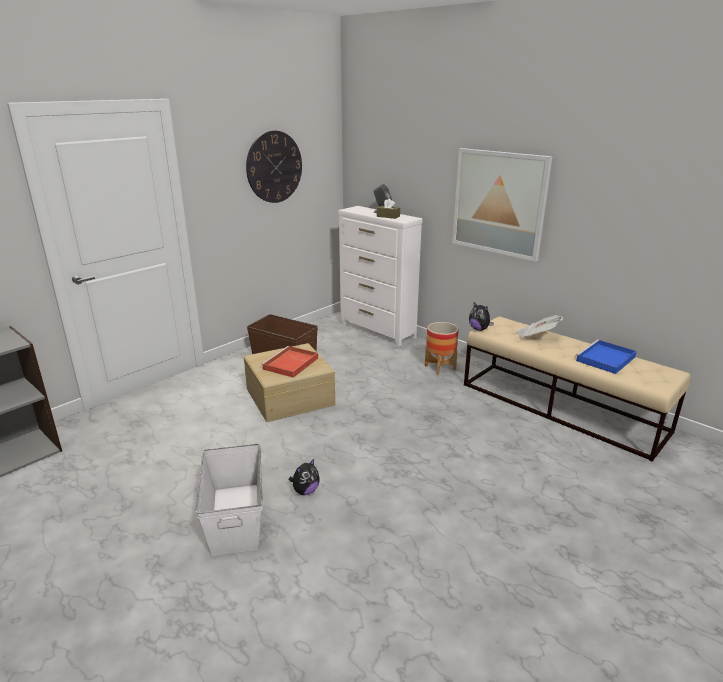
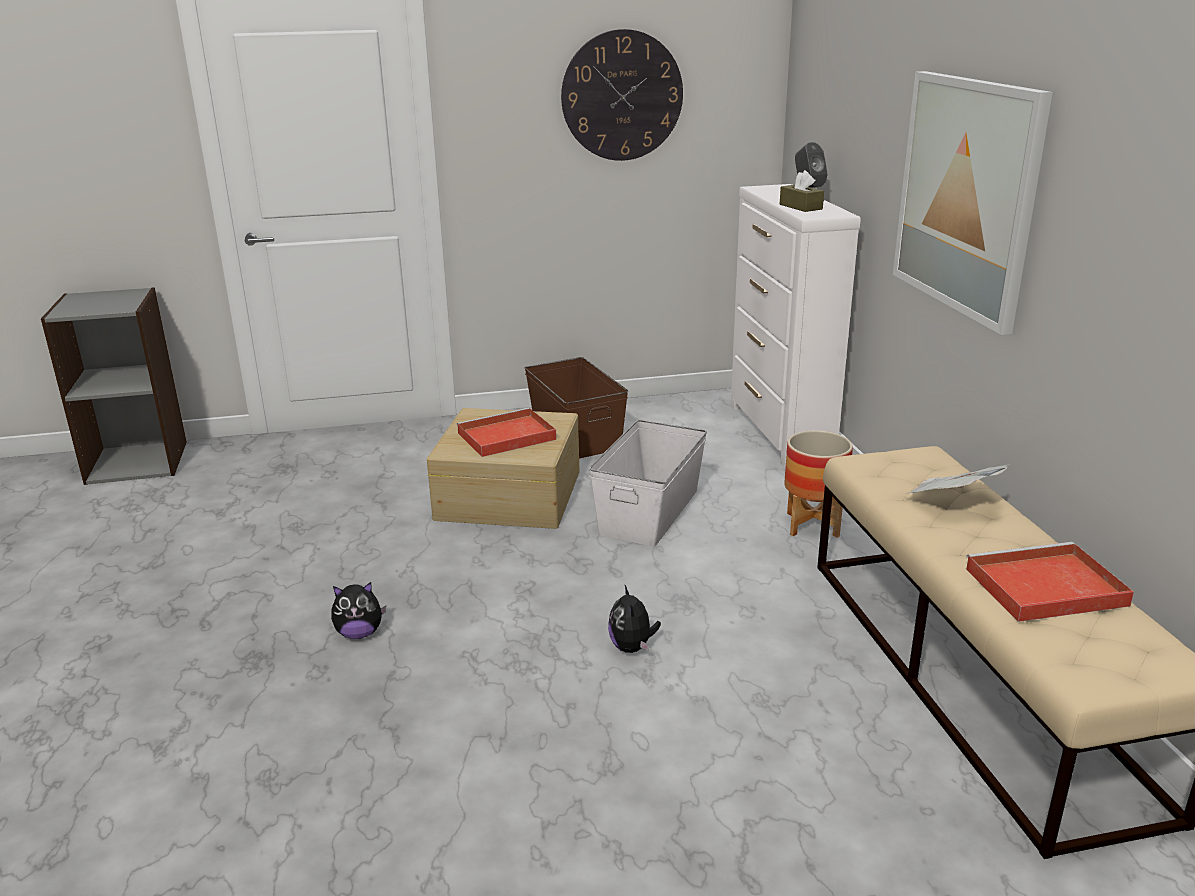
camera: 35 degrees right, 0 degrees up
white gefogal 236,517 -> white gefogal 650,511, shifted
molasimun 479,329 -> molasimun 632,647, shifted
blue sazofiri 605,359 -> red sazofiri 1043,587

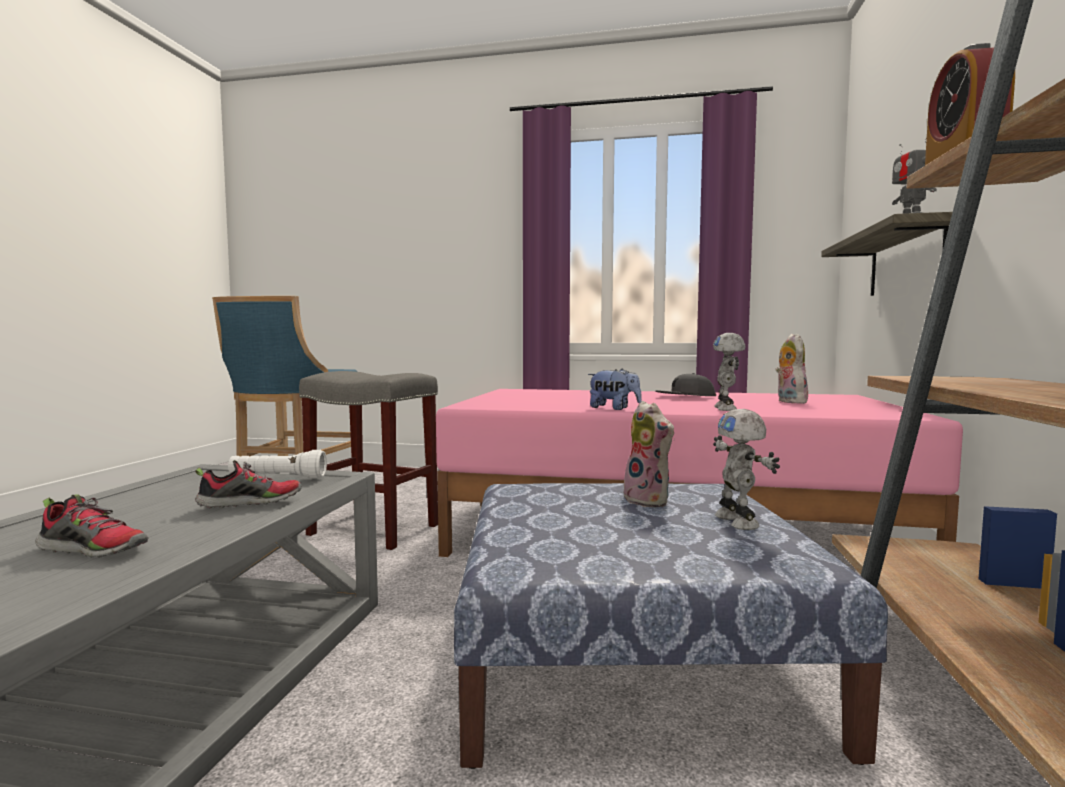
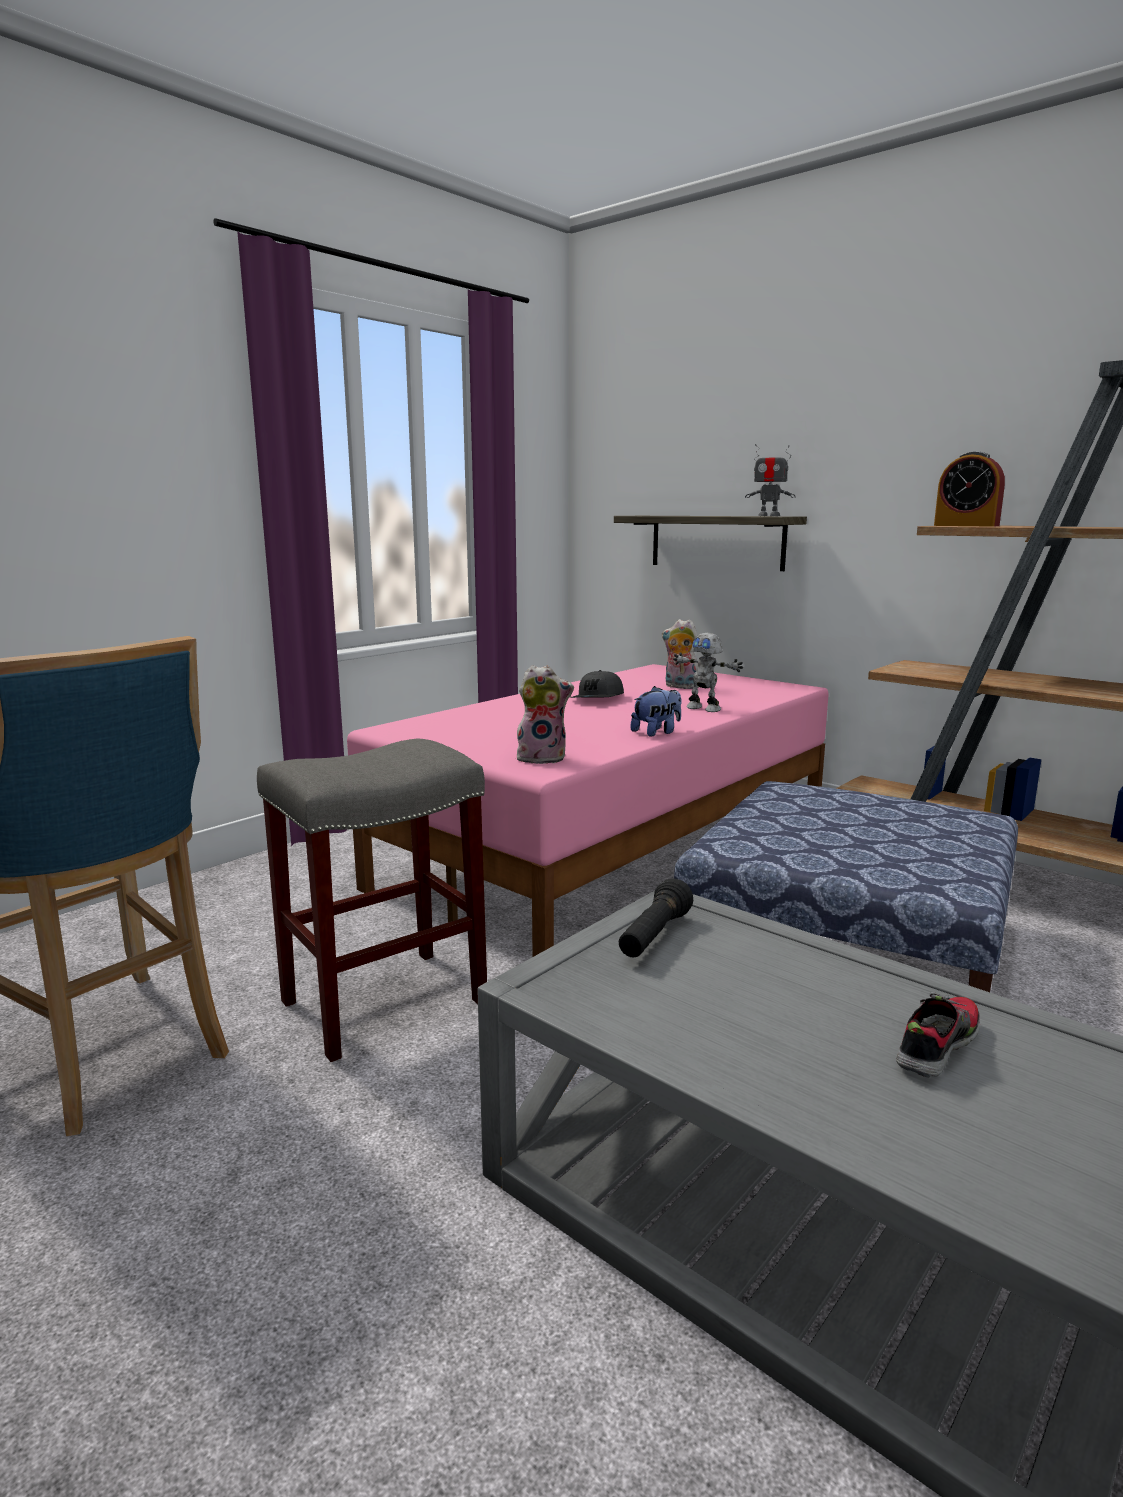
camera: 60 degrees left, 10 degrees up
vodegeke 251,502 -> none
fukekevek 738,521 -> none
molasimun 649,501 -> molasimun 542,758, shifted
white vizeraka 278,478 -> black vizeraka 654,936

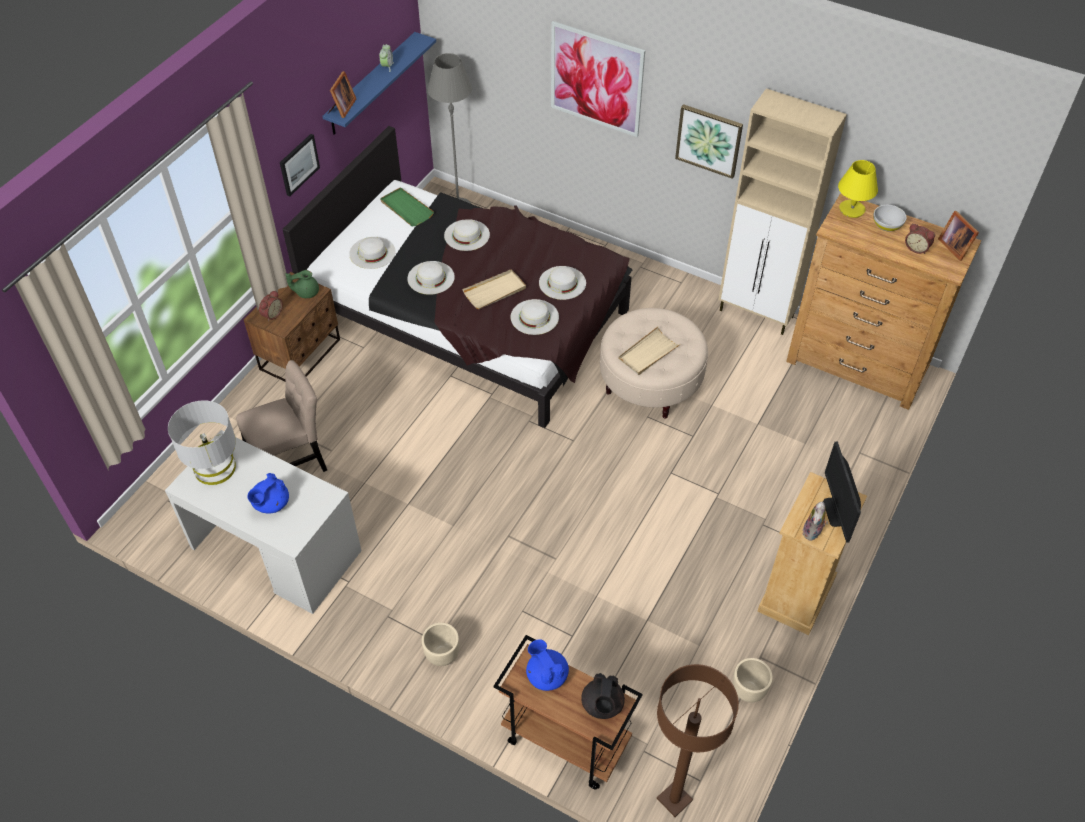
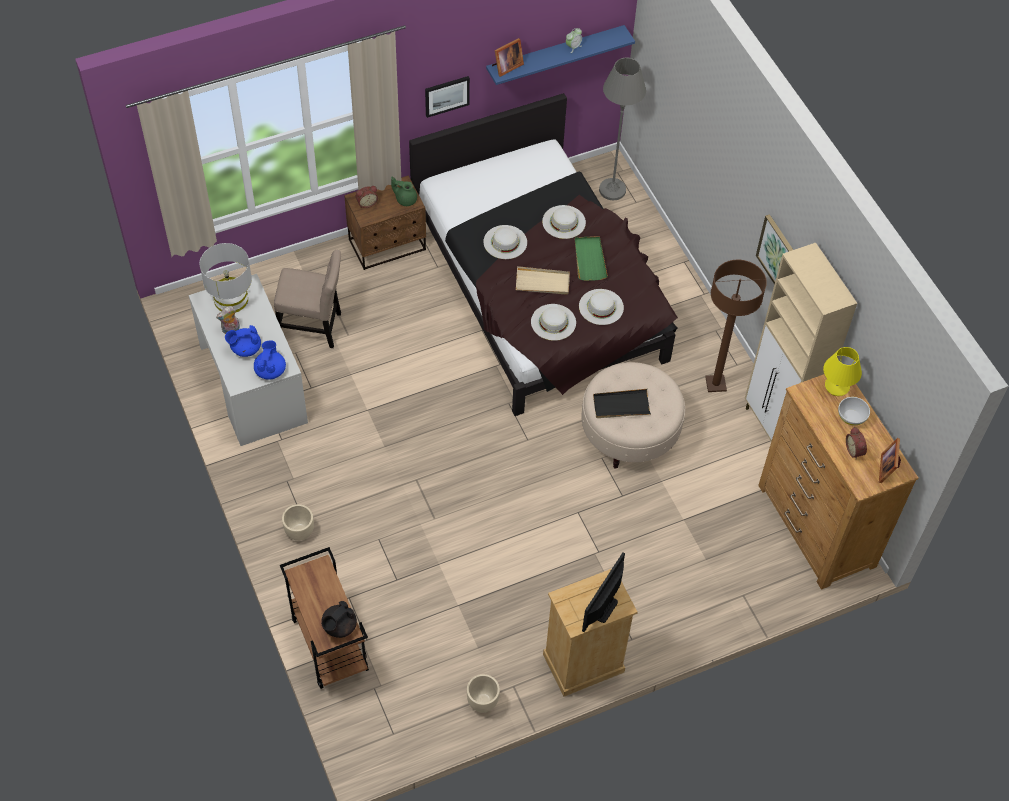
camera: 35 degrees right, 5 degrees up
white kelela 372,252 -> none
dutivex 596,79 -> none
green sazofiri 406,209 -> green sazofiri 589,259, shifted
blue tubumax 546,675 -> blue tubumax 270,370, shifted
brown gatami 674,799 -> brown gatami 715,384, shifted
molasimun 813,533 -> molasimun 230,330, shifted
beige sazofiri 648,353 -> black sazofiri 621,405

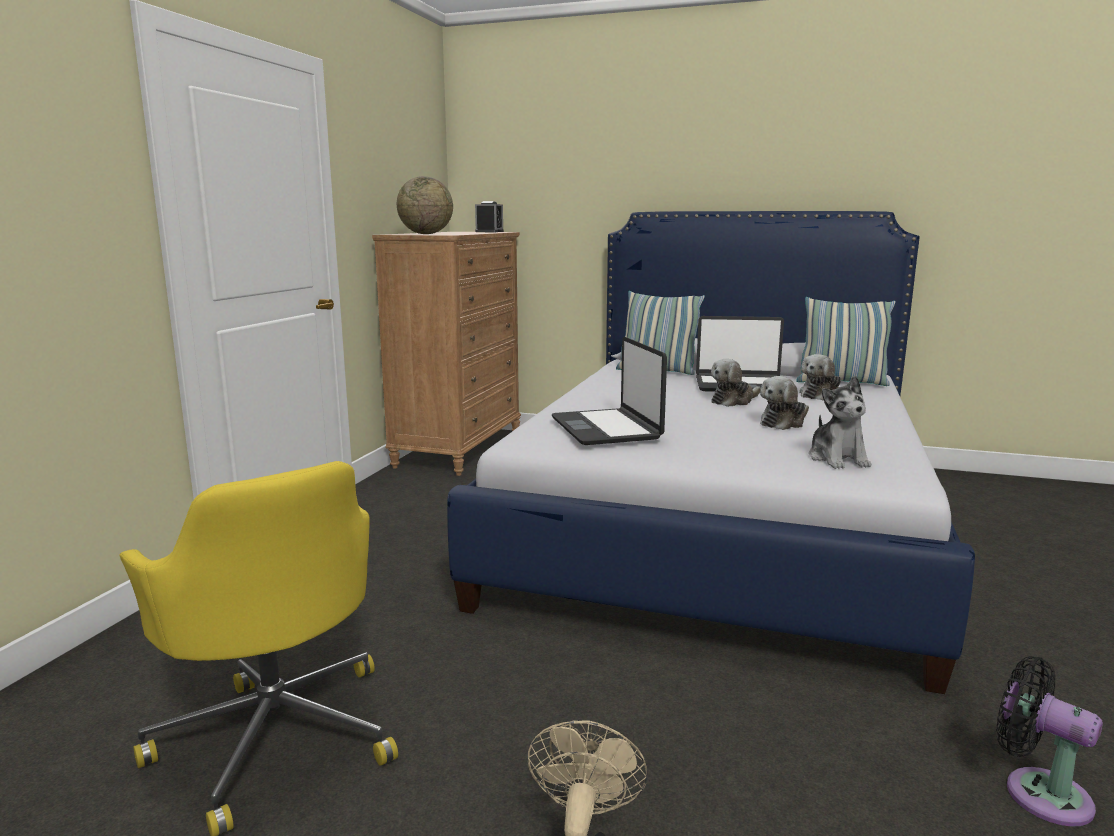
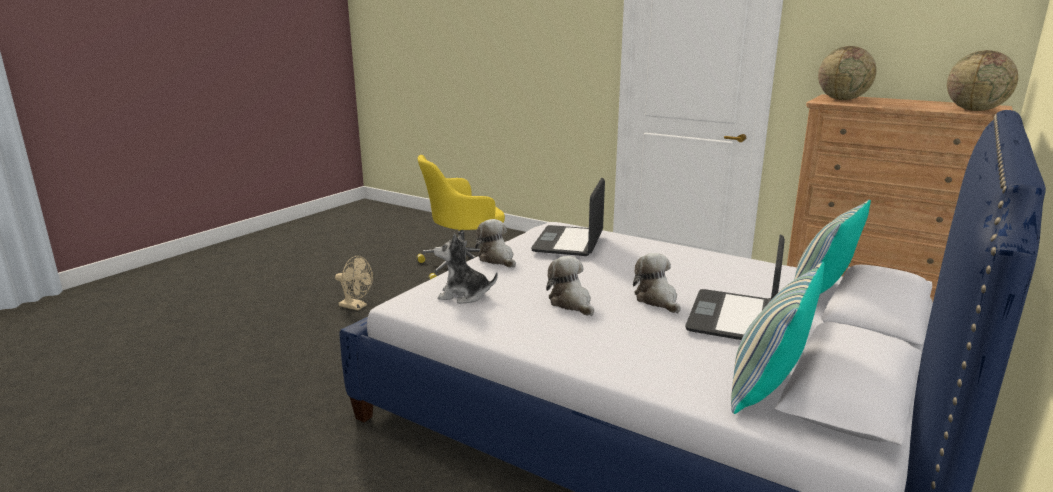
camera: 105 degrees right, 5 degrees up
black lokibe 1038,792 -> none
molasimun 820,394 -> molasimun 497,259, shifted
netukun 489,232 -> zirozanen 975,110
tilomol 607,428 -> tilomol 569,242, 75 degrees counterclockwise

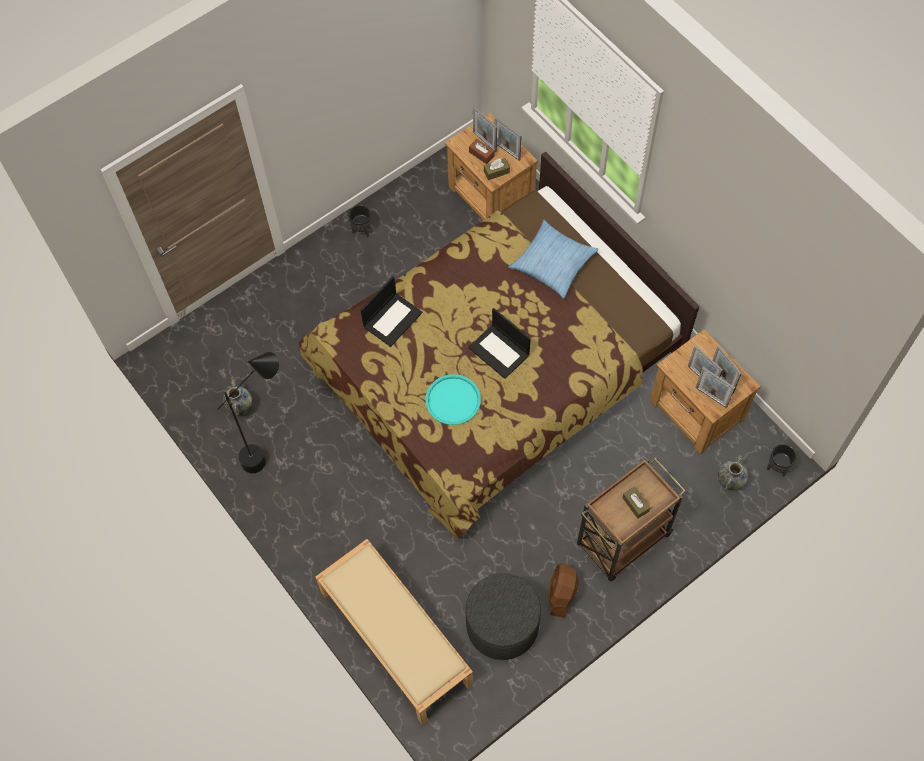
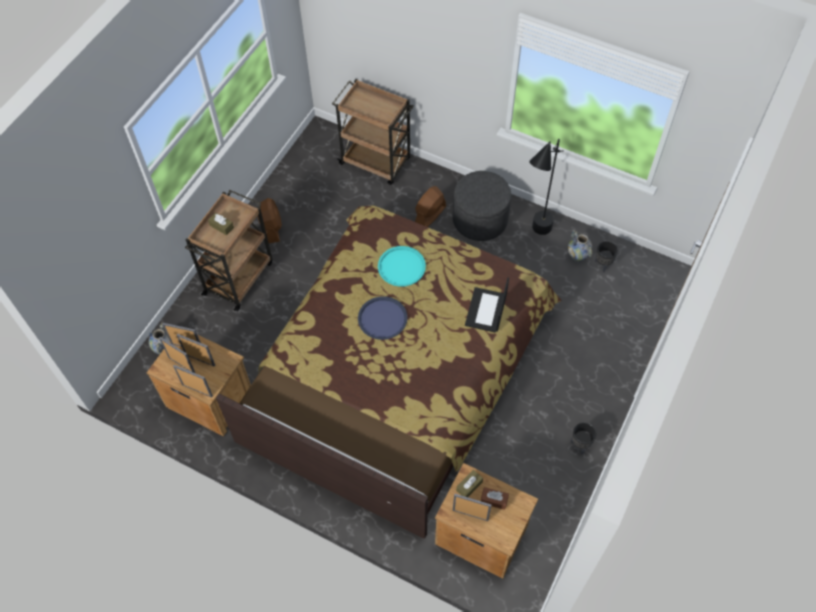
camera: 155 degrees right, 5 degrees down
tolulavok 552,263 -> none
none -> brown lokibe 430,215
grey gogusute 502,625 -> grey gogusute 480,219, shifted
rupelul 484,142 -> rupelul 197,390, shifted
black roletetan 777,468 -> black roletetan 602,264, shifted
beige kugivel 394,637 -> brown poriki 376,162
tilomol 500,351 -> blue sazofiri 382,318

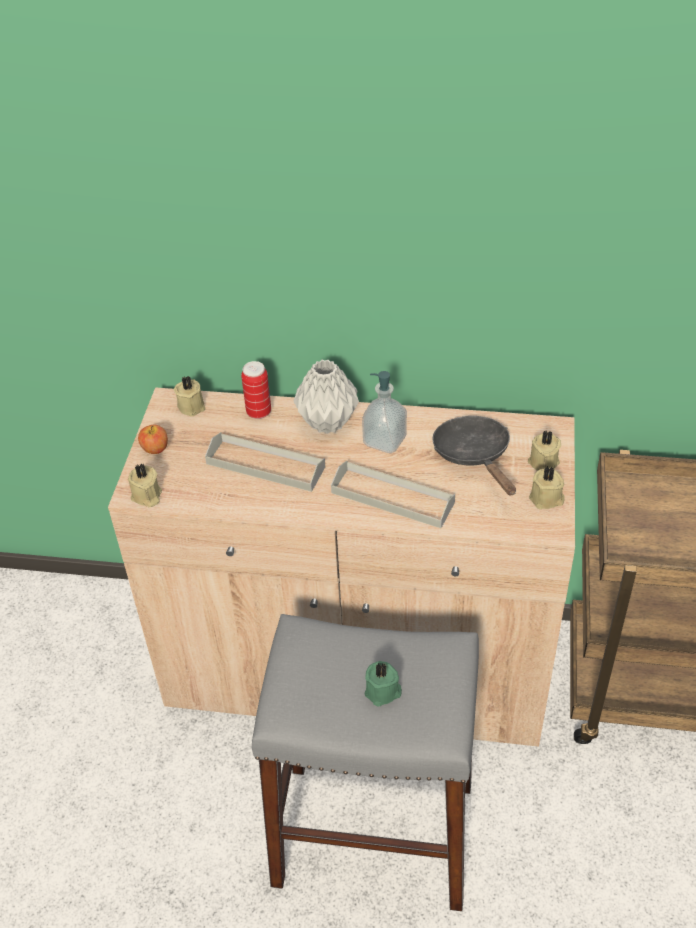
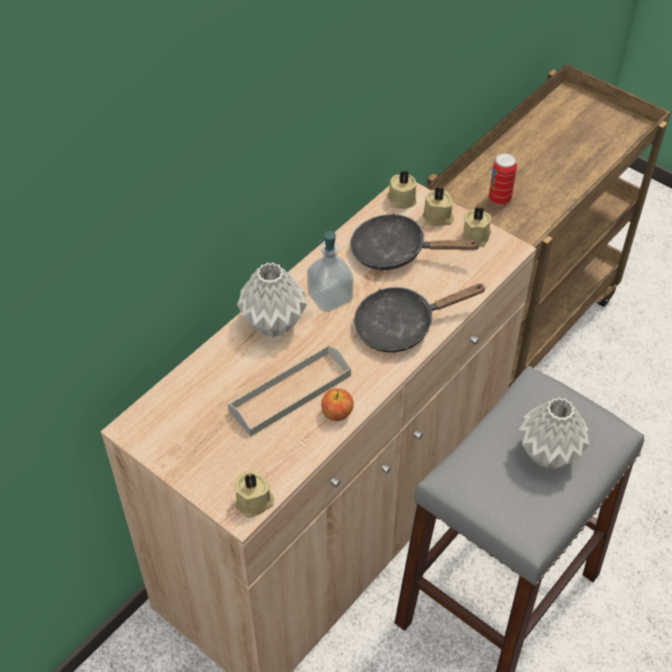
camera: 60 degrees left, 5 degrees up
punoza 155,449 -> punoza 337,413, shifted
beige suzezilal 192,406 -> beige suzezilal 401,199, shifted
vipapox 259,412 -> vipapox 499,199, shifted
grey sazofiri 392,497 -> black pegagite 401,326
green suzezilal 383,692 -> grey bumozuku 549,453

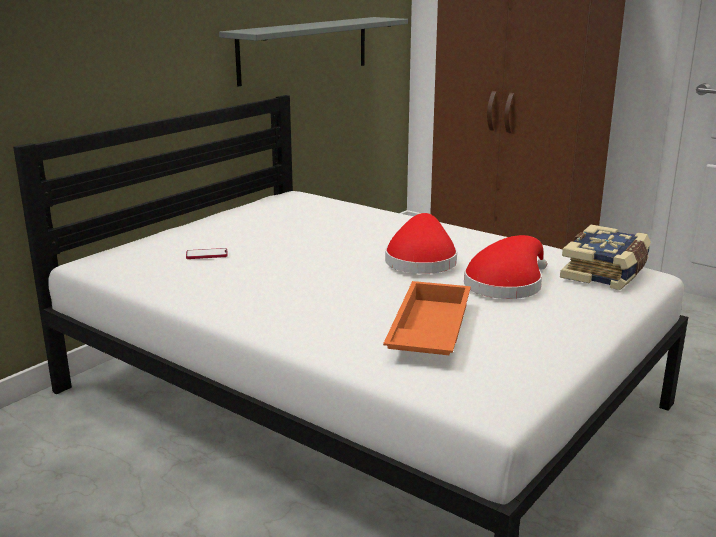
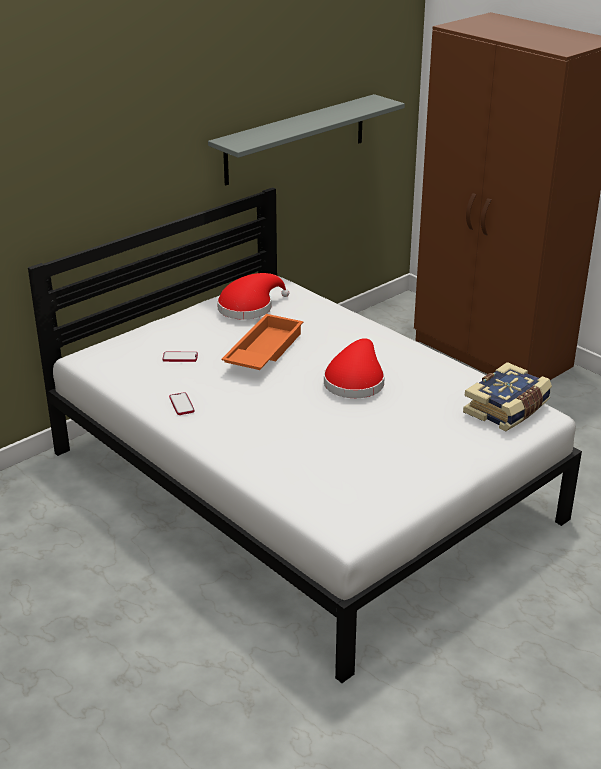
camera: 10 degrees right, 10 degrees up
none -> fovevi 181,405
orange sazofiri 427,330 -> orange sazofiri 263,351, shifted
red kelela 506,284 -> red kelela 249,307, shifted

